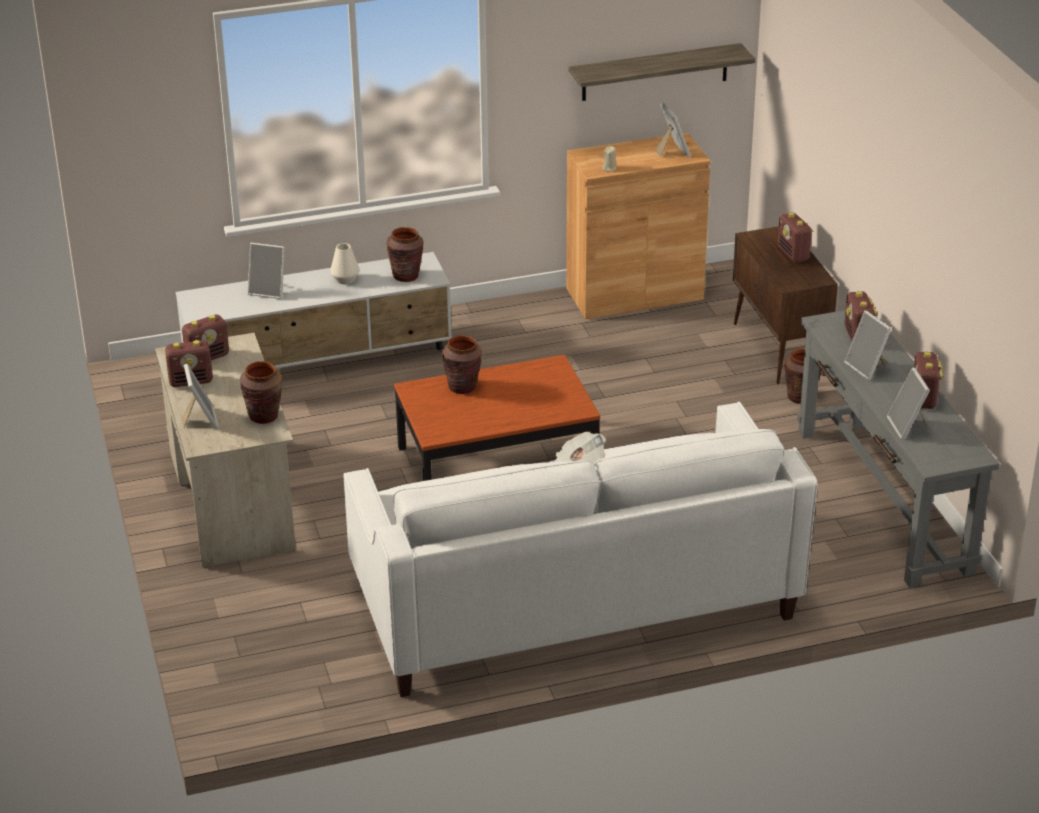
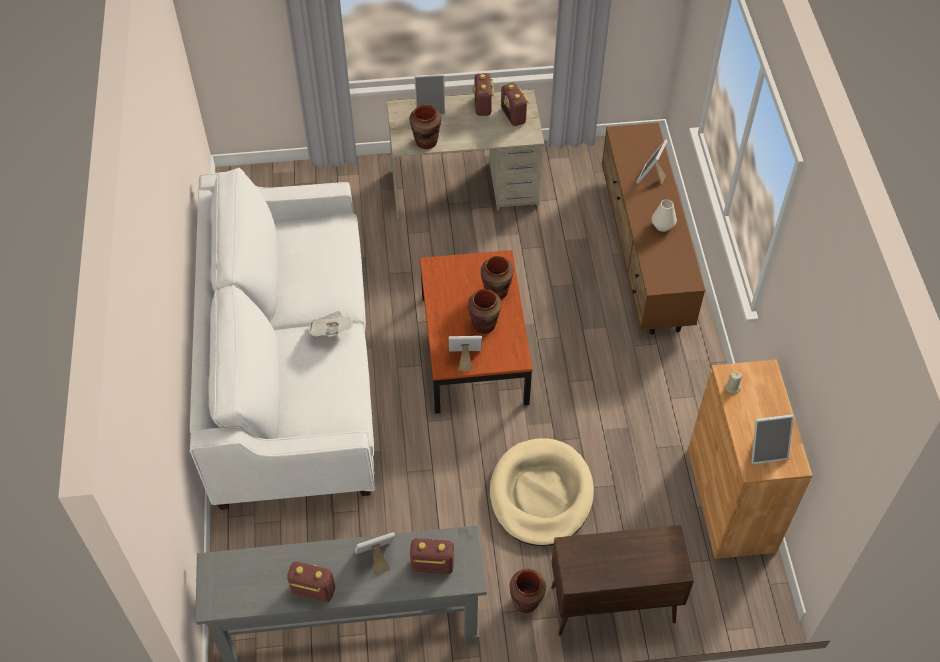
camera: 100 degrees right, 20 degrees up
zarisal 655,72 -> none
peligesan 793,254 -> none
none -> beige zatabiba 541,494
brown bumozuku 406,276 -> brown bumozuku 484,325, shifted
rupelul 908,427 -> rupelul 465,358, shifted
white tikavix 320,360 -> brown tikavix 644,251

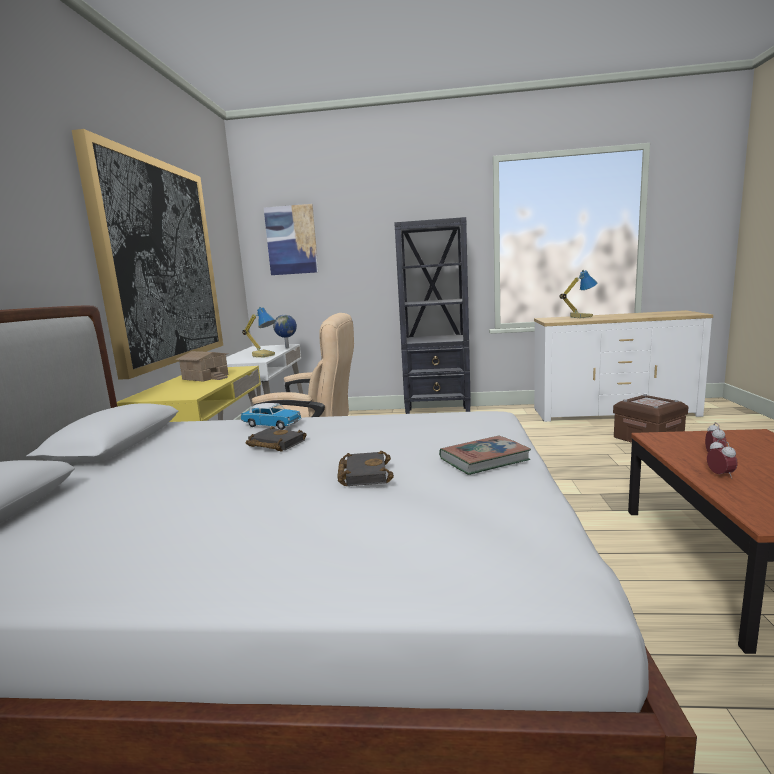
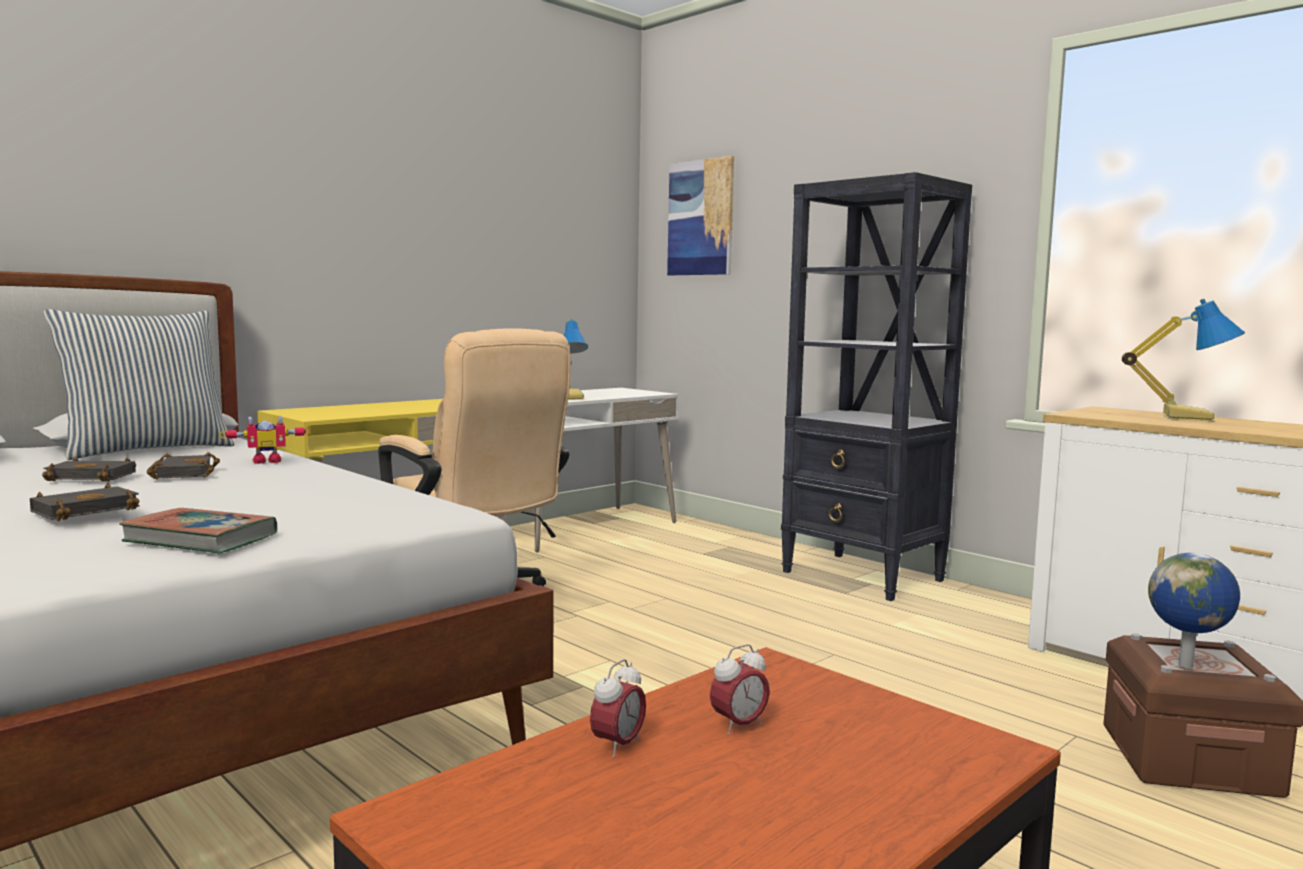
camera: 40 degrees right, 5 degrees down
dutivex 160,263 -> none
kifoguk 206,377 -> none
none -> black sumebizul 95,476
none -> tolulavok 147,450
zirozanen 287,348 -> zirozanen 1187,666, shifted
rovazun 272,425 -> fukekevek 267,461

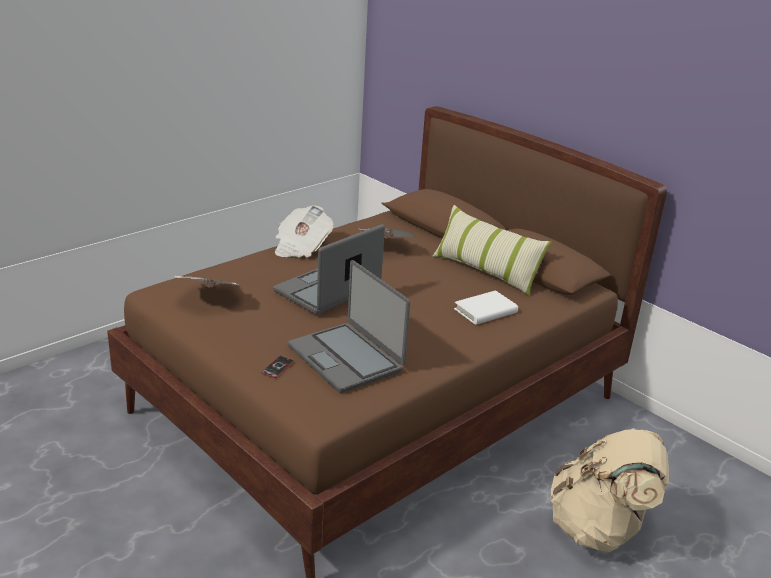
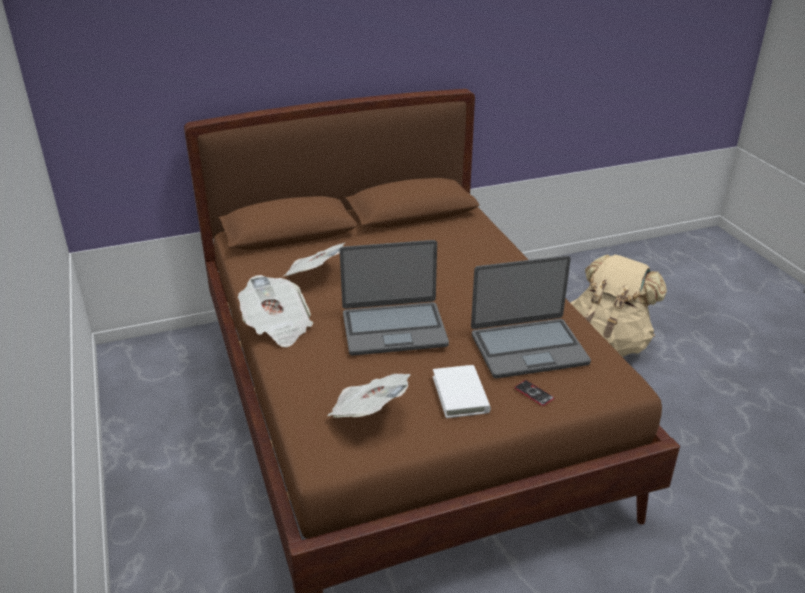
camera: 65 degrees left, 5 degrees up
tolulavok 486,271 -> none
white sumebizul 485,311 -> white sumebizul 460,394, shifted
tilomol 328,290 -> tilomol 394,329, 75 degrees counterclockwise

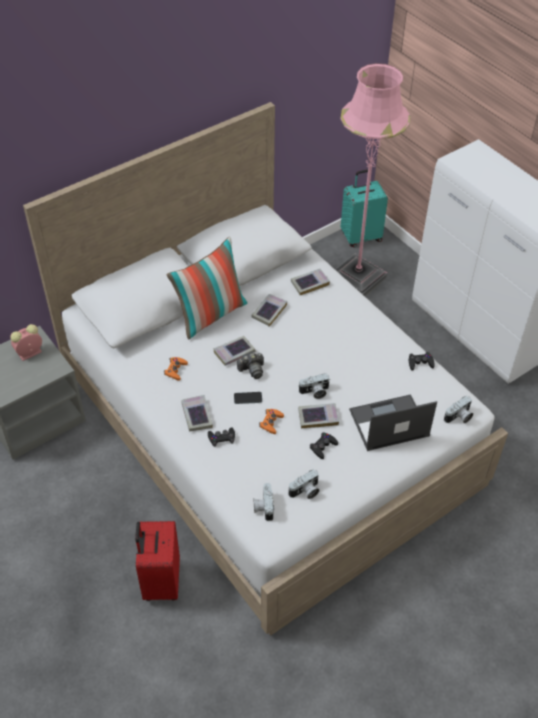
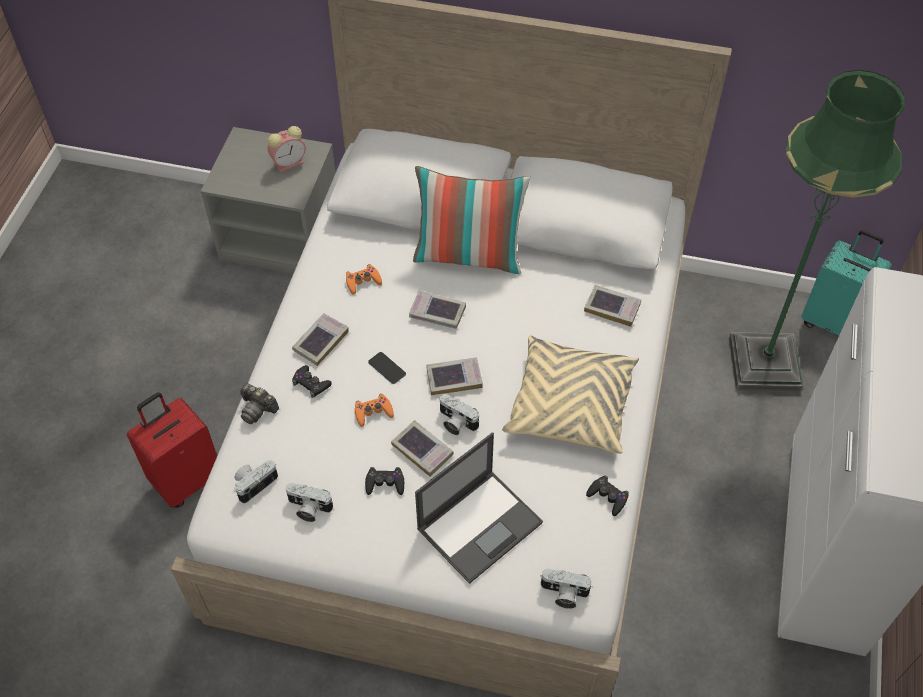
camera: 50 degrees right, 5 degrees up
none -> beige tolulavok 570,405
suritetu 252,370 -> suritetu 257,409, shifted
sumebizul 269,312 -> sumebizul 454,378, shifted
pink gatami 357,278 -> green gatami 763,364
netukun 29,353 -> netukun 289,162, 135 degrees clockwise
tilomol 388,423 -> tilomol 480,524, 105 degrees clockwise

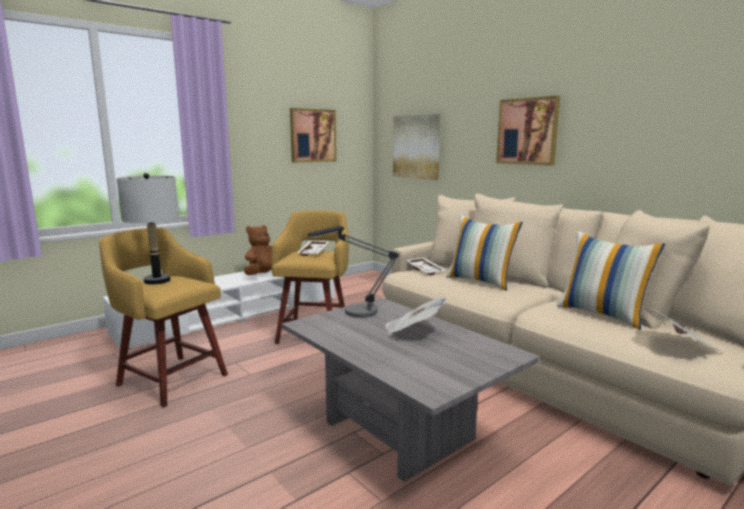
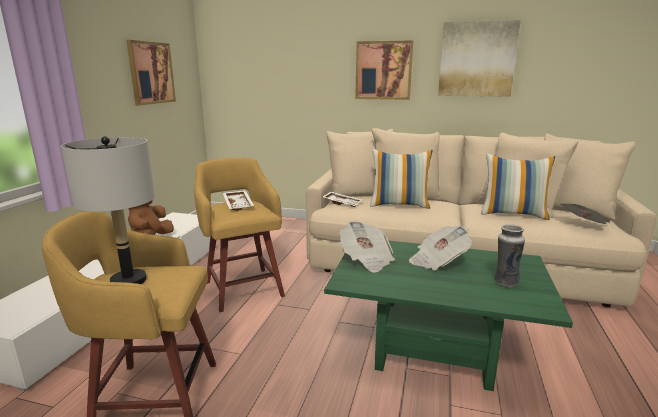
camera: 35 degrees left, 5 degrees up
none -> bumozuku 505,283
dutivex 416,147 -> dutivex 477,59, shifted
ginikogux 353,314 -> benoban 366,260
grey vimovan 398,430 -> green vimovan 433,351

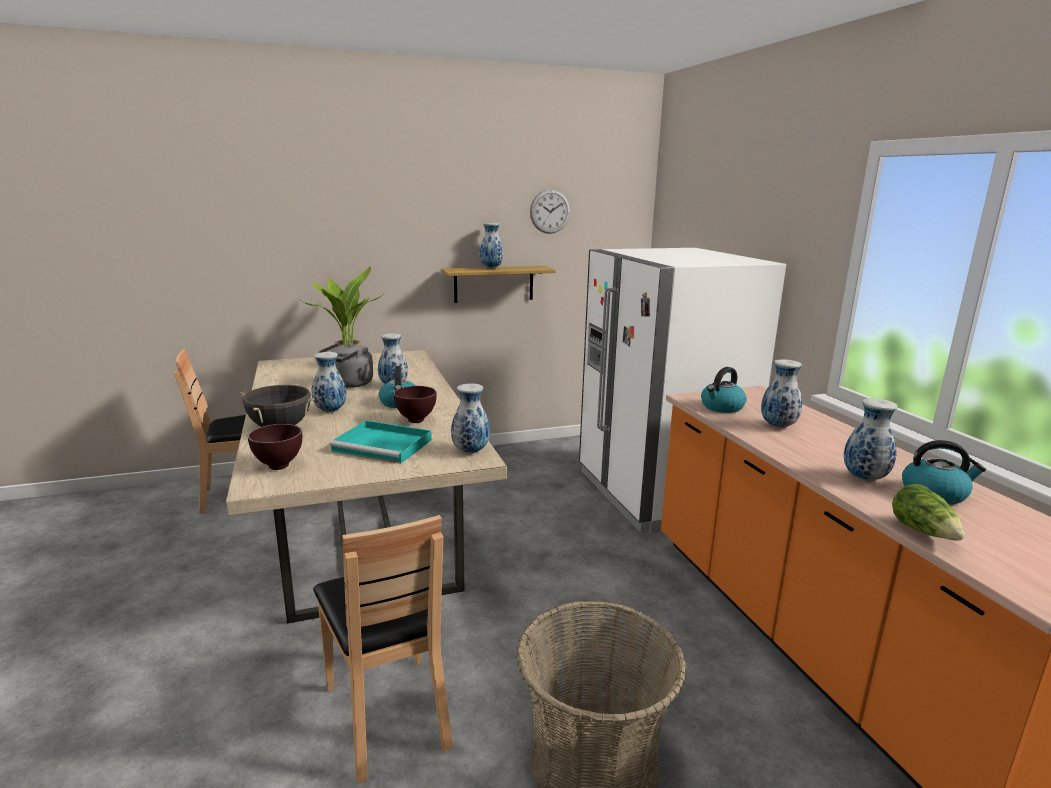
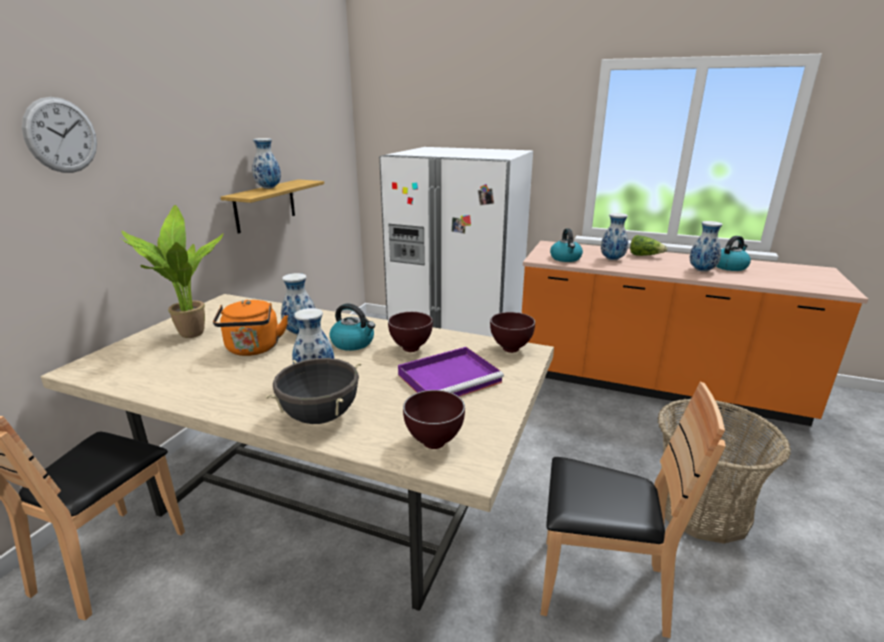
camera: 50 degrees left, 5 degrees up
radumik 550,211 -> radumik 61,135, shifted
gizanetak 924,532 -> gizanetak 645,255, shifted
bumozuku 470,451 -> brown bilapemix 510,349
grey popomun 349,384 -> orange popomun 253,349
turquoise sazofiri 384,445 -> purple sazofiri 451,378

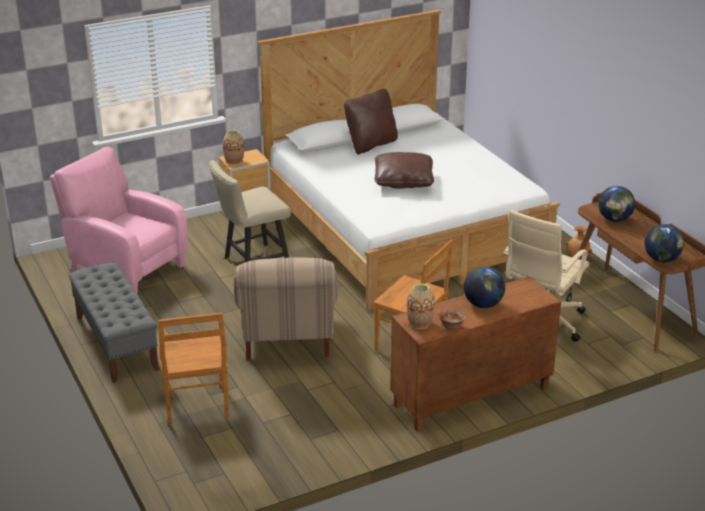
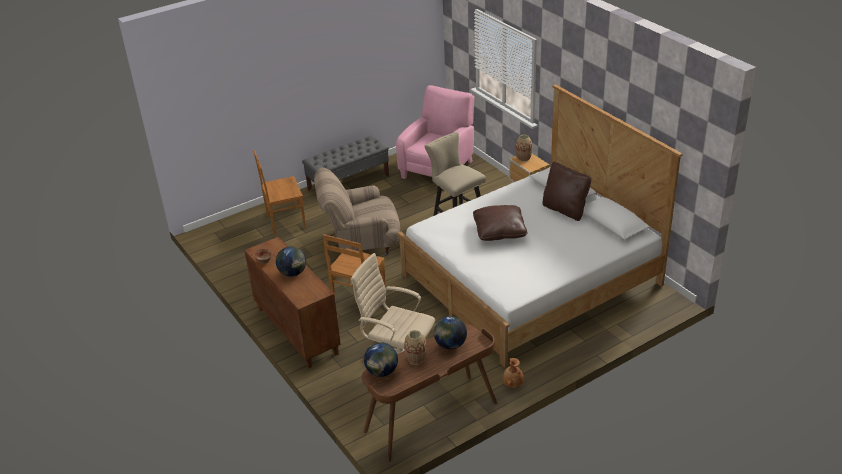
camera: 85 degrees right, 5 degrees up
bumozuku 420,323 -> bumozuku 416,359, shifted

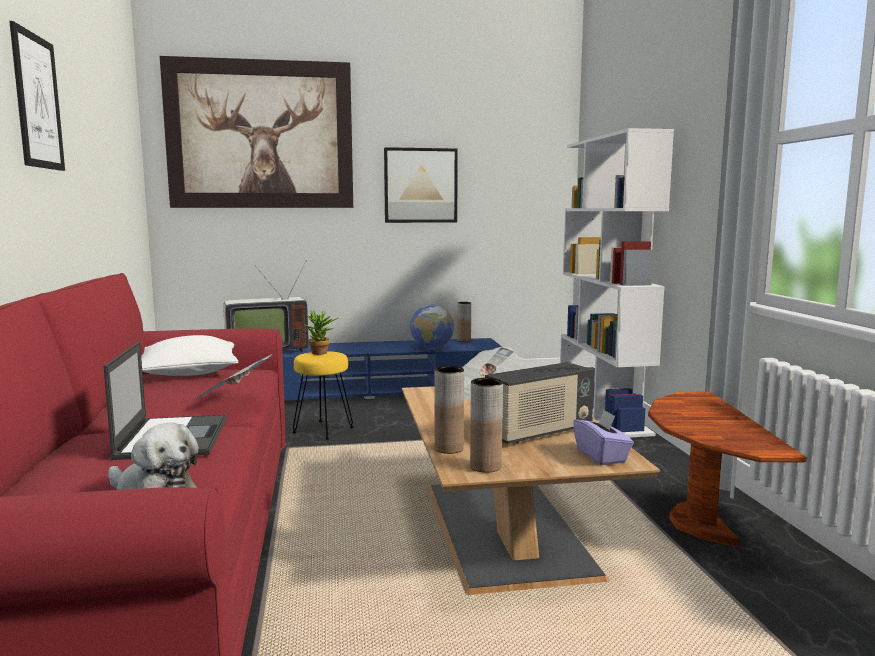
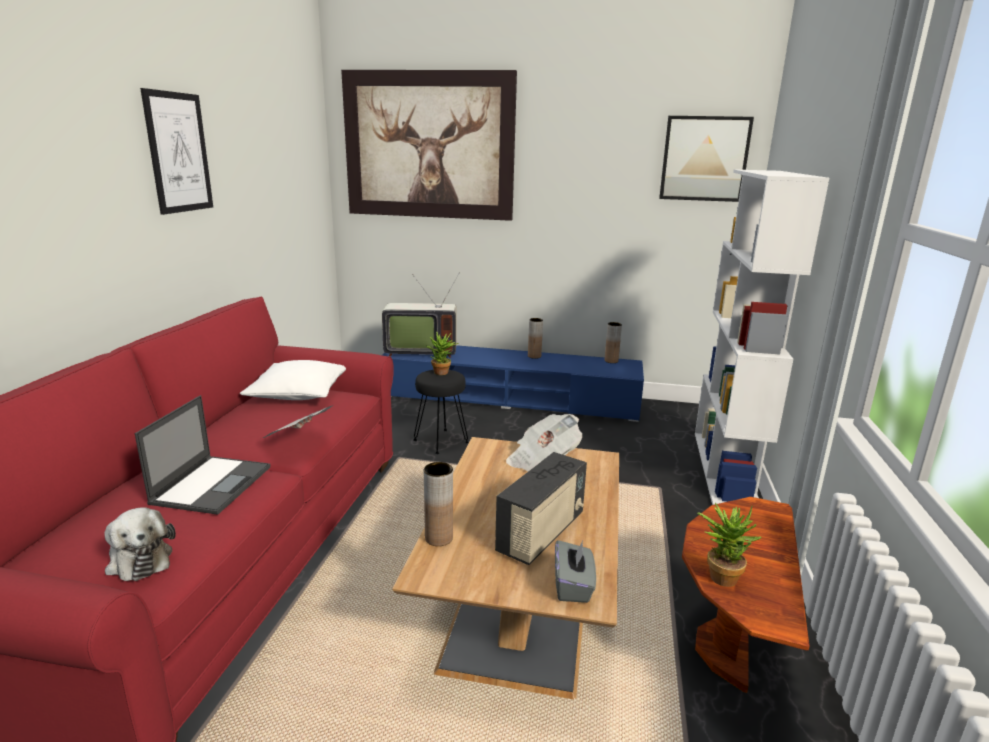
camera: 20 degrees right, 10 degrees up
zirozanen 432,348 -> none
none -> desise 720,574
dutivex 420,185 -> dutivex 704,159, shifted
brown bumozuku 485,466 -> brown bumozuku 534,356, shifted
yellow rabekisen 322,430 -> black rabekisen 440,441
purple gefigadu 601,456 -> grey gefigadu 573,586
peligesan 539,433 -> peligesan 541,534, 45 degrees counterclockwise

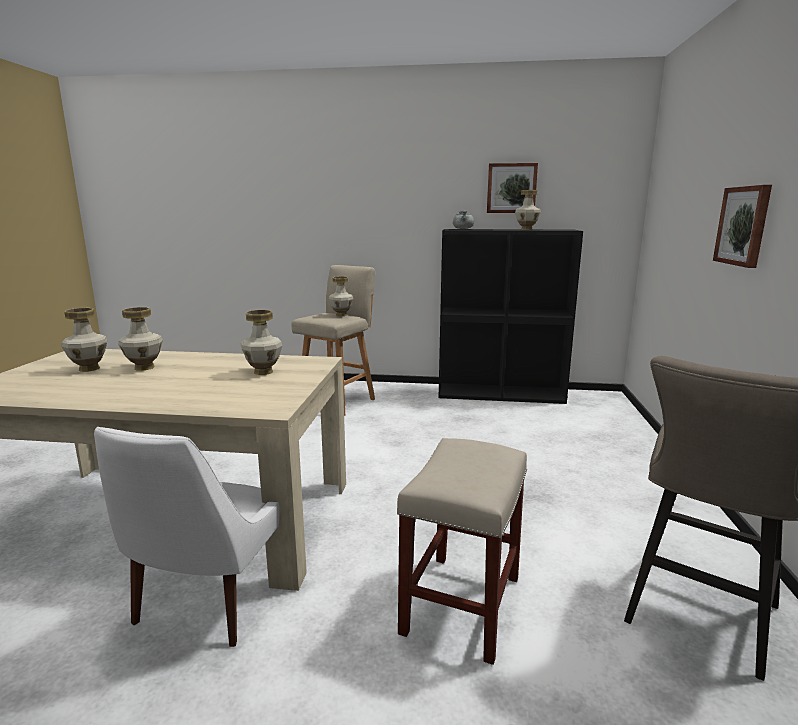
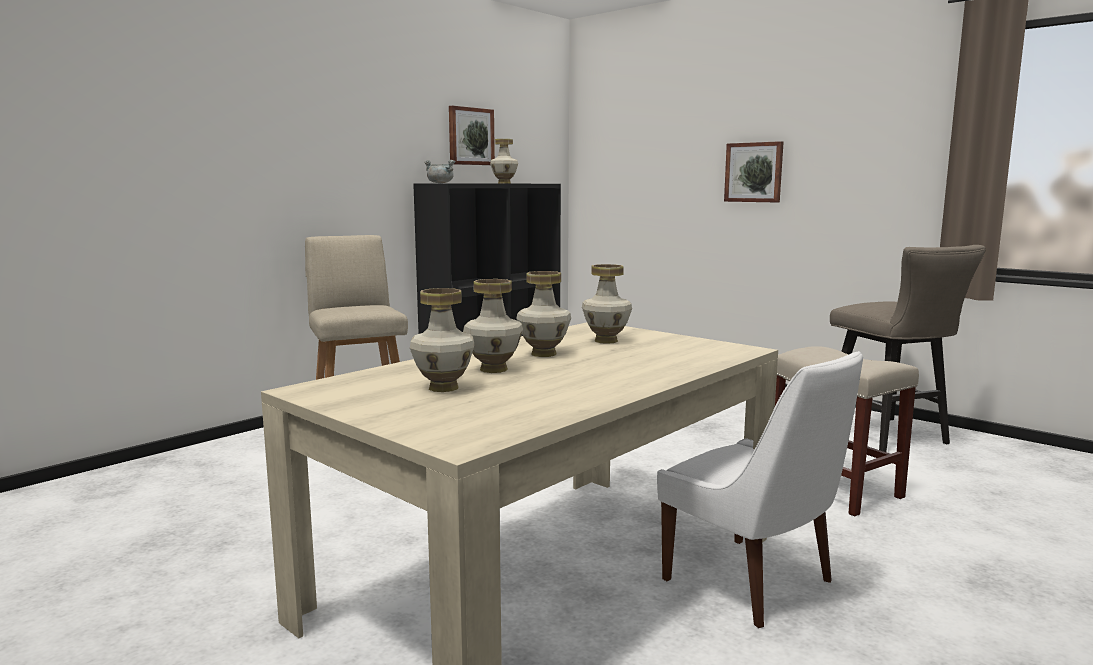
camera: 55 degrees left, 5 degrees down
bumozuku 341,315 -> bumozuku 544,354, shifted

